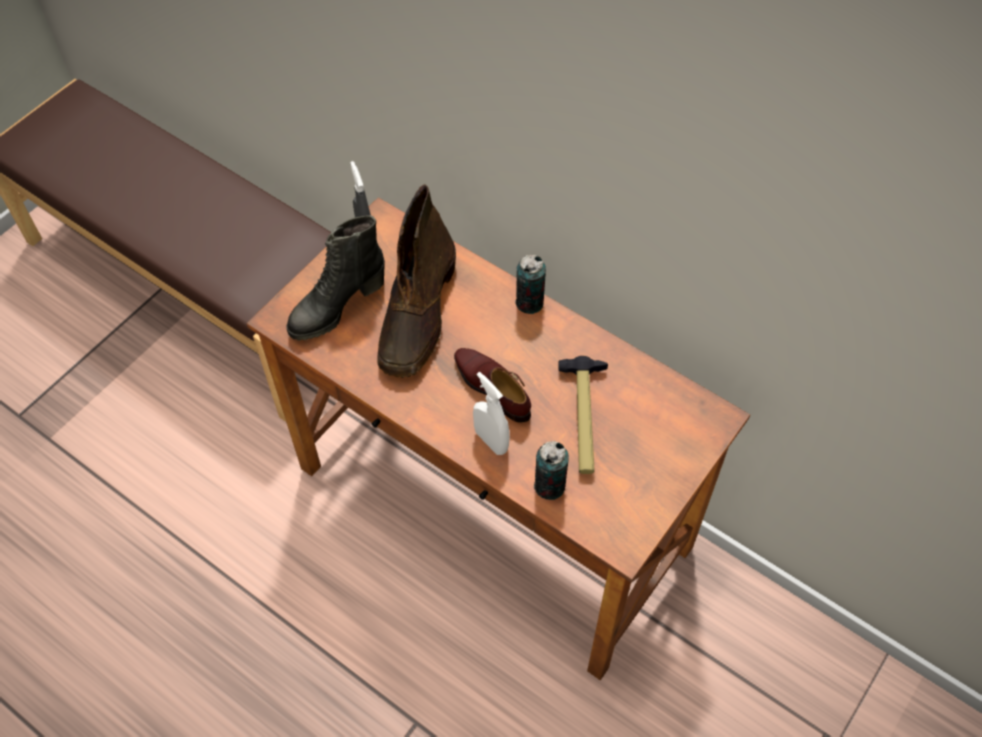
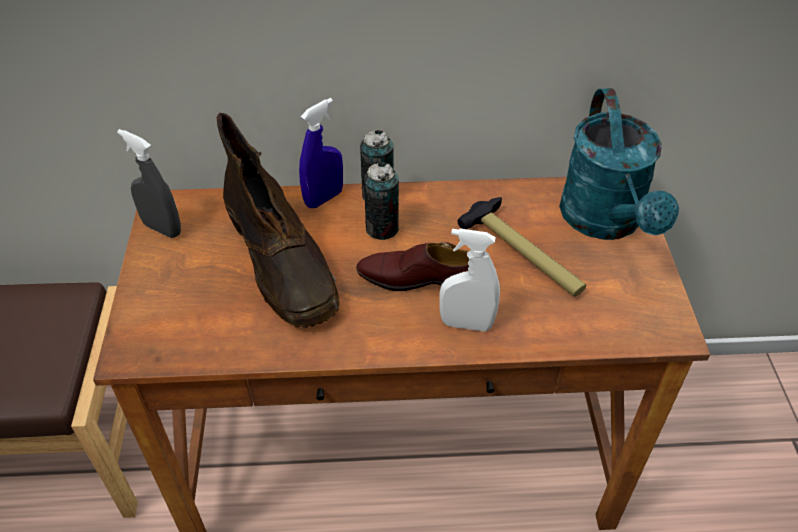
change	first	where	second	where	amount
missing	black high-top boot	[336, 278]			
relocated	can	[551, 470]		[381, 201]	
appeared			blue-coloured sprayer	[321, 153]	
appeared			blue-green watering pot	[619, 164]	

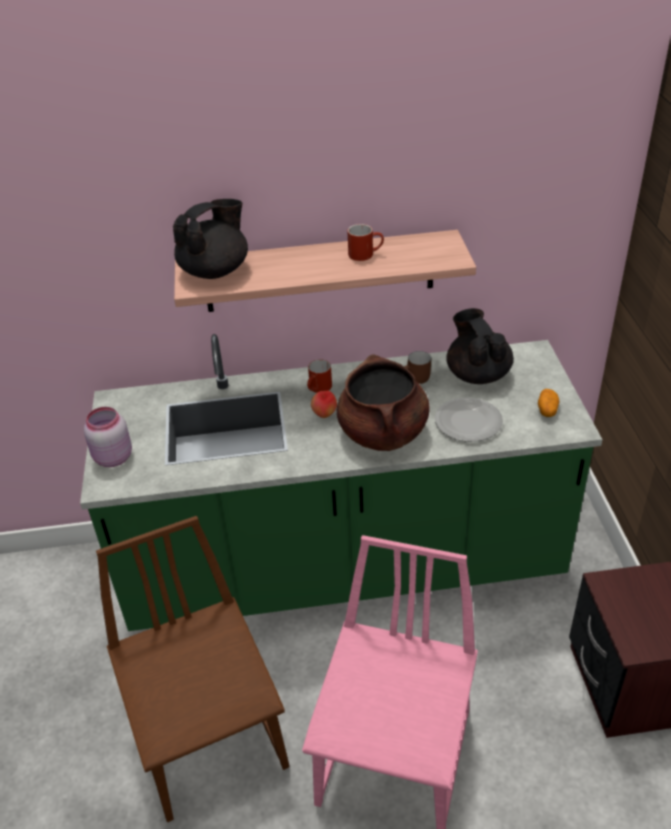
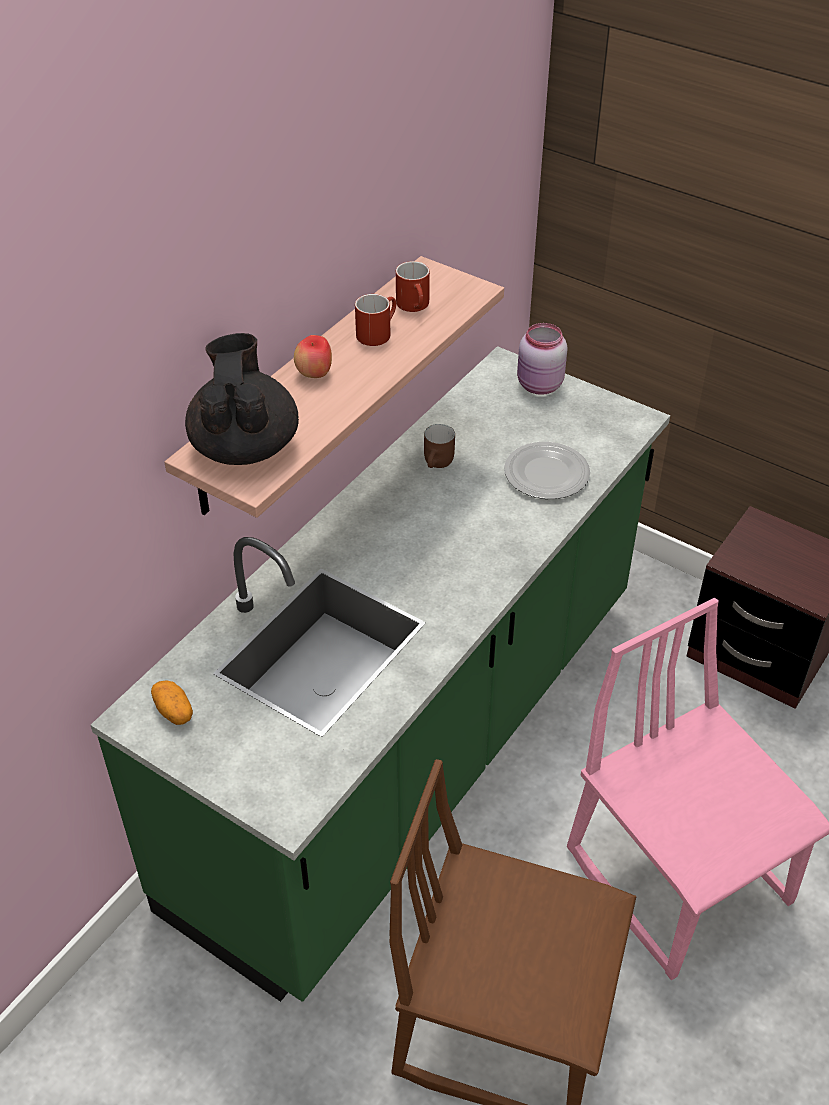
change	first	where	second	where	amount
relocated	pink-coloured jar	[108, 437]		[542, 359]	
relocated	red coffee mug	[319, 376]		[413, 286]	
relocated	apple	[324, 404]		[313, 356]	
missing	brown stockpot	[383, 402]			
missing	black pot for tea	[480, 346]			
relocated	spud	[549, 403]		[172, 702]	

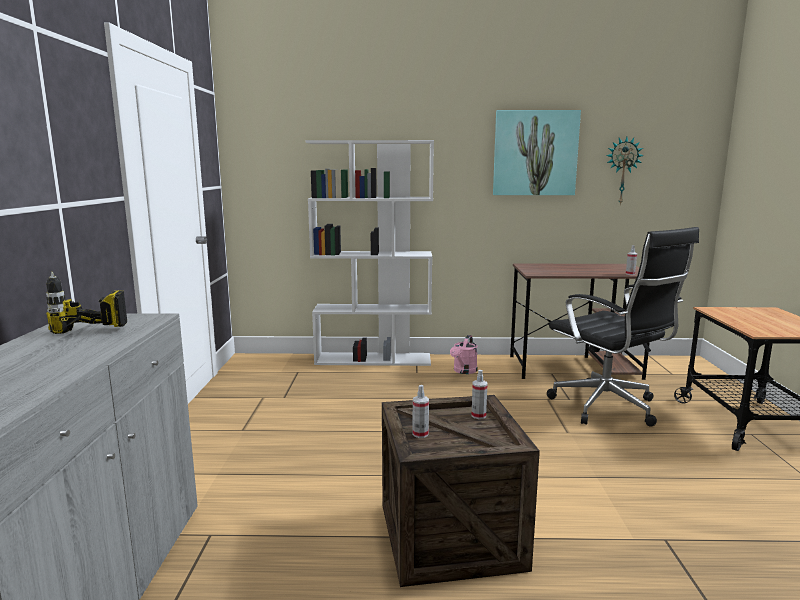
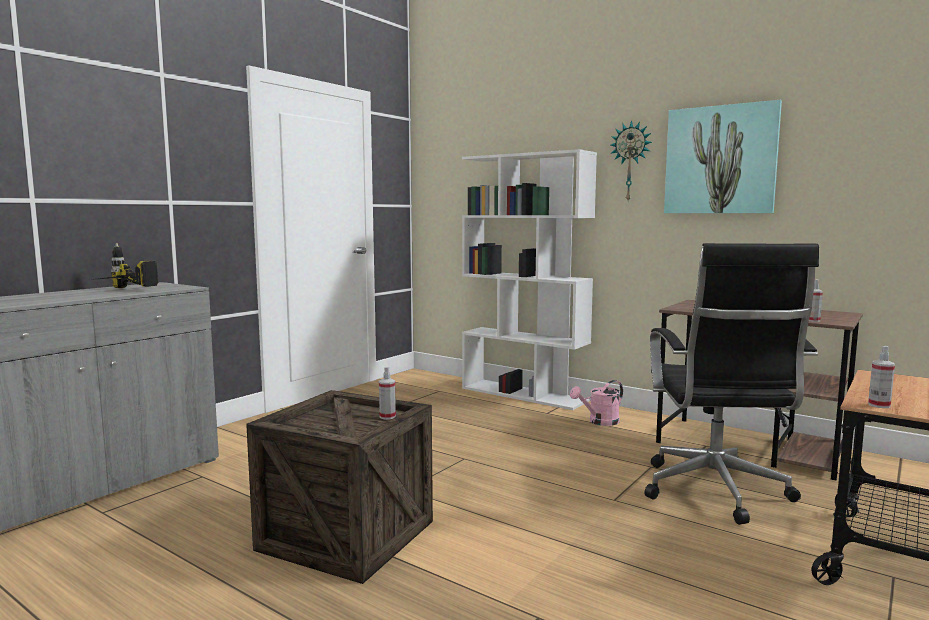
change	first	where	second	where	amount
relocated	sprayer	[420, 411]		[881, 377]	
relocated	hanging clock	[625, 171]		[631, 160]	

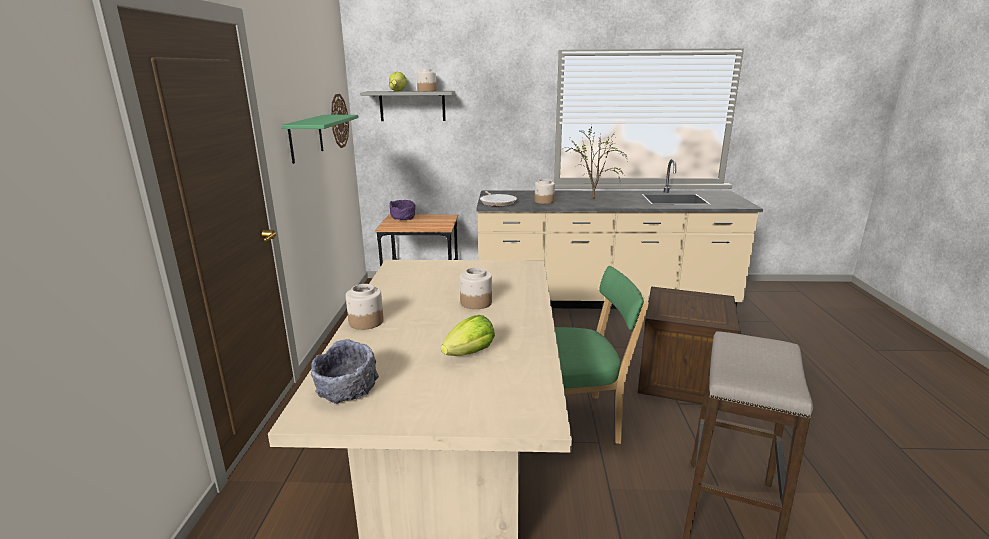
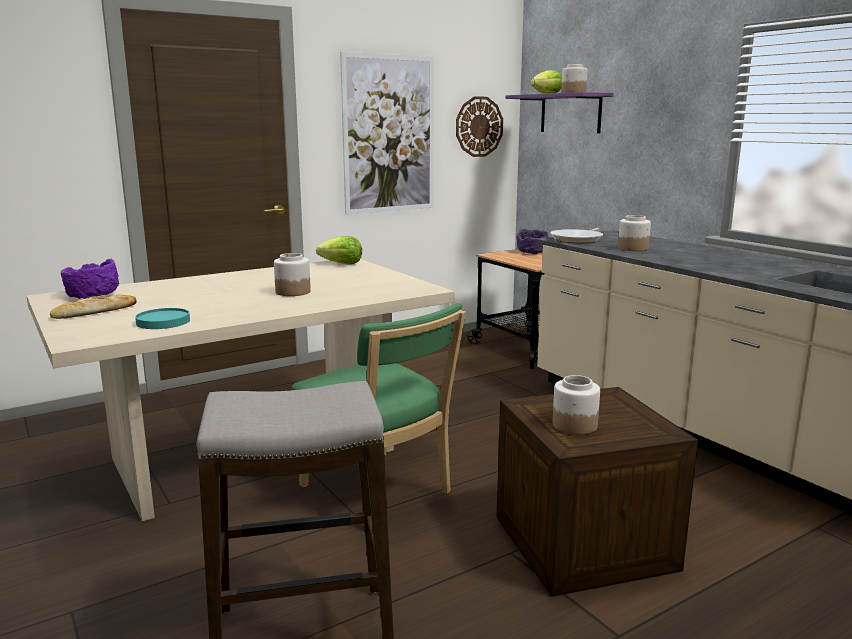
change	first	where	second	where	amount
exchanged	green-coloured shelf	[320, 139]	wall art	[387, 133]	
colour	gray deep dish	[345, 372]	purplish deep dish	[90, 279]	
relocated	jar	[365, 307]		[576, 405]	
colour	gray shelf	[407, 106]	purplish shelf	[560, 112]	
relocated	lettuce	[468, 335]		[339, 250]	
missing	houseplant	[596, 163]			
appeared			bakery bread	[93, 307]	
appeared			blue-green plate	[162, 318]	

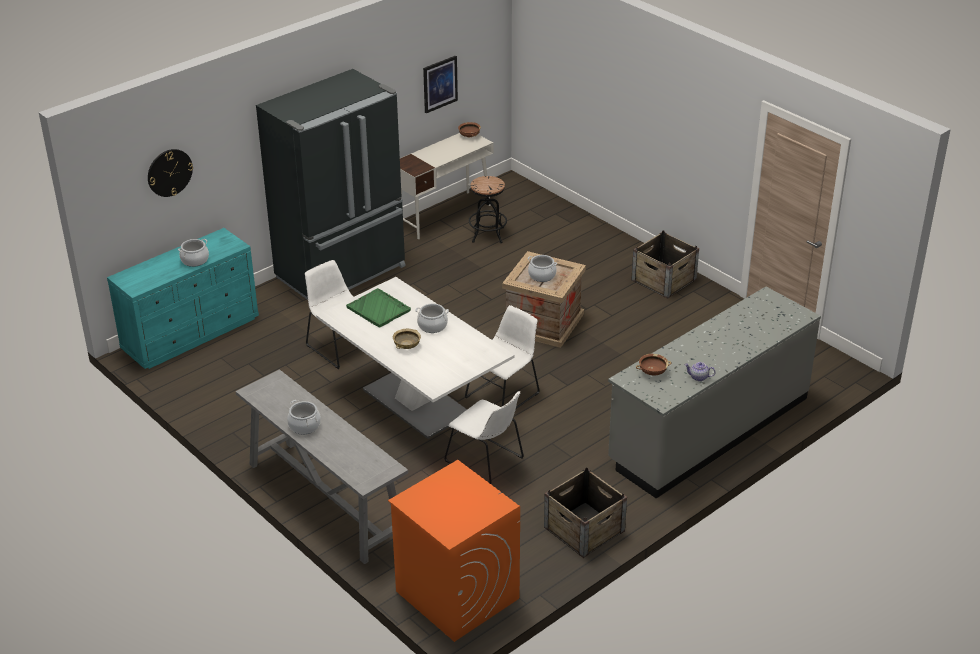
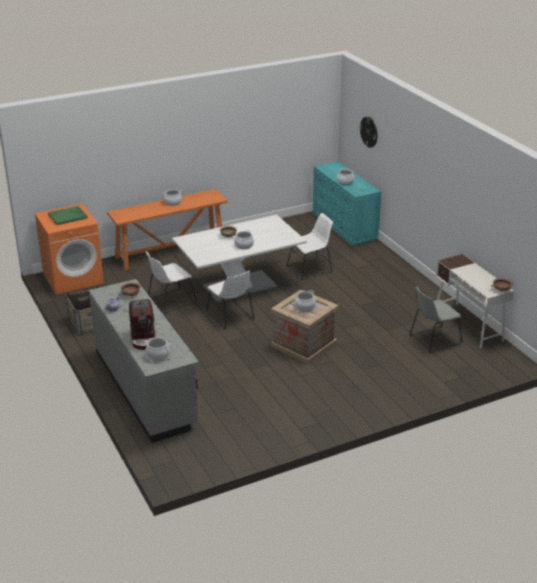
change	first	where	second	where	amount
colour	gray narrow table	[321, 466]	orangey narrow table	[167, 229]	
missing	black refrigerator	[331, 184]			
relocated	green-coloured carrying tray	[378, 308]		[68, 215]	
missing	wall art	[440, 84]			
exchanged	black stool	[488, 209]	gray upright chair	[436, 319]	
missing	shipping crate	[665, 264]			
appeared			coffee brewer	[142, 324]	
appeared			stockpot	[157, 349]	

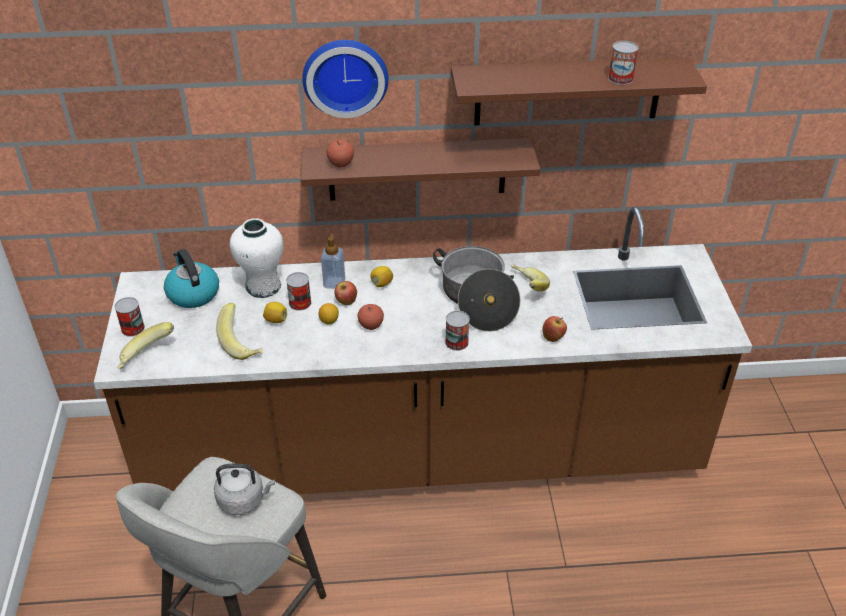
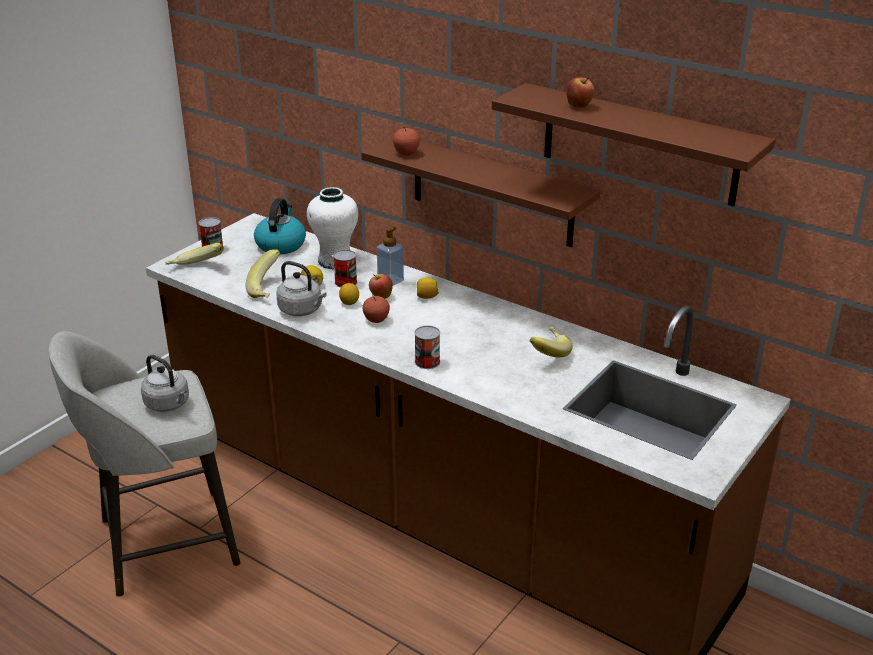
change	first	where	second	where	amount
missing	hanging clock	[345, 79]			
missing	stockpot	[476, 289]			
relocated	apple	[554, 329]		[580, 92]	
missing	can	[623, 63]			
appeared			gray kettle	[301, 288]	

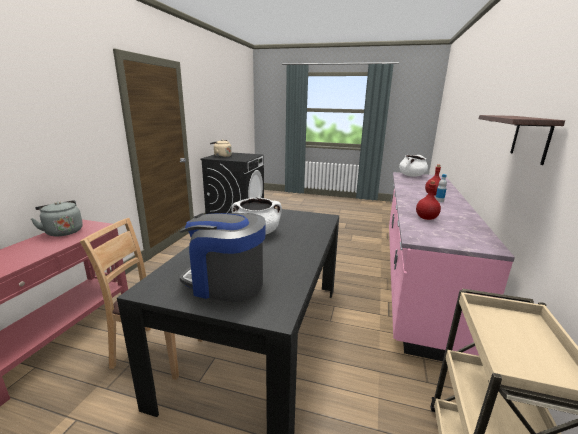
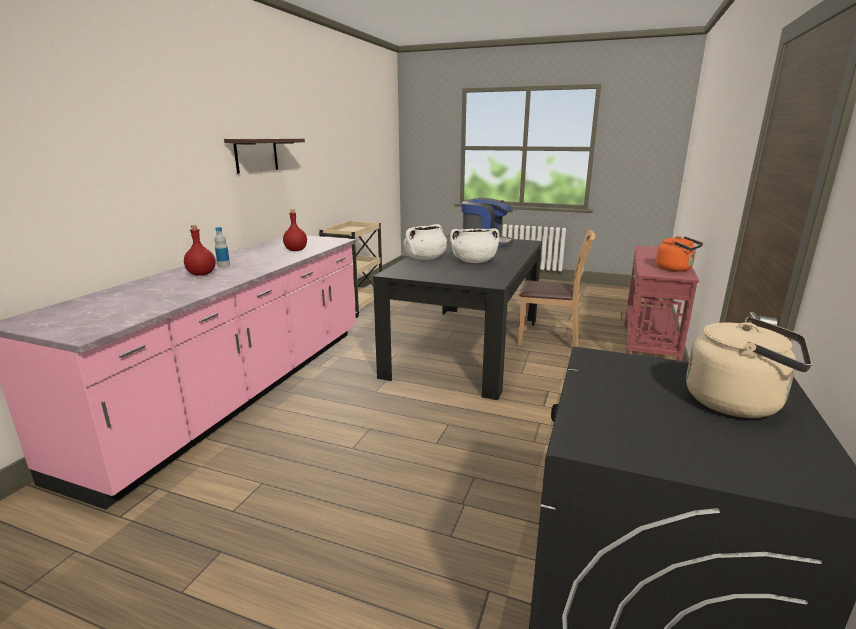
change	first	where	second	where	amount
colour	gray kettle	[57, 218]	orangey kettle	[679, 254]	
relocated	white-coloured stockpot	[413, 166]		[425, 242]	

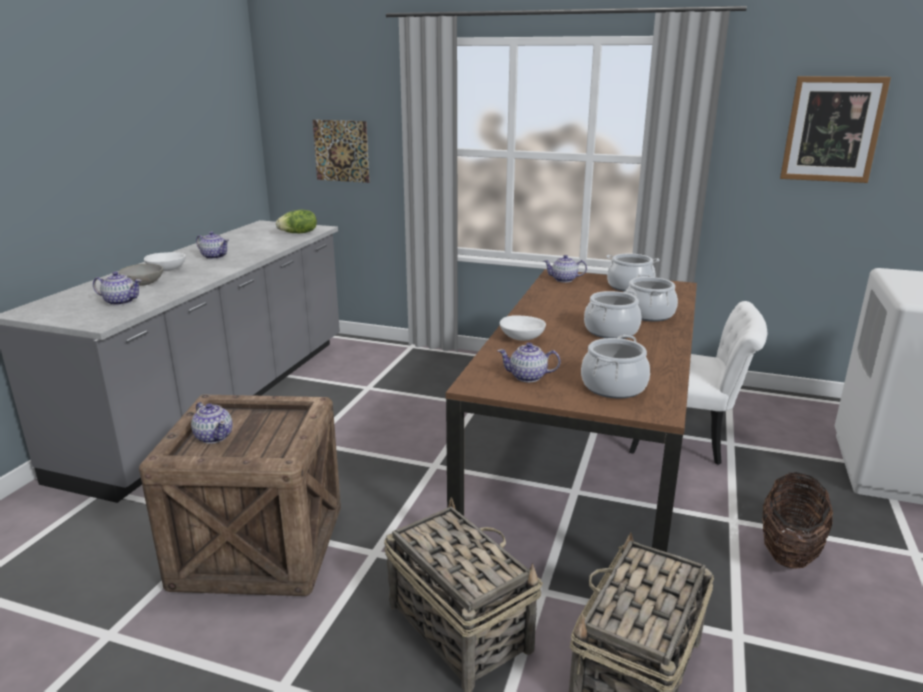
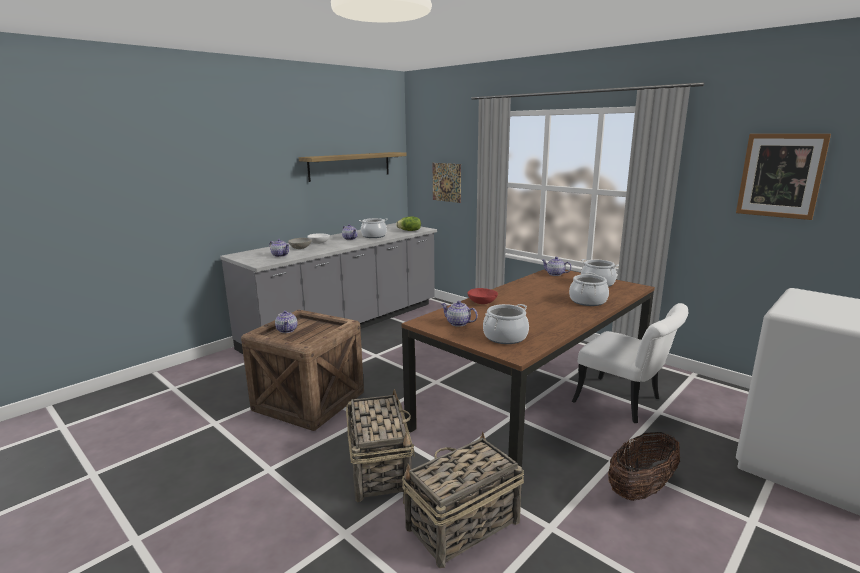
change	first	where	second	where	amount
colour	white-coloured deep dish	[523, 328]	red deep dish	[482, 296]	
relocated	stockpot	[612, 314]		[373, 228]	
appeared			shelf	[353, 167]	

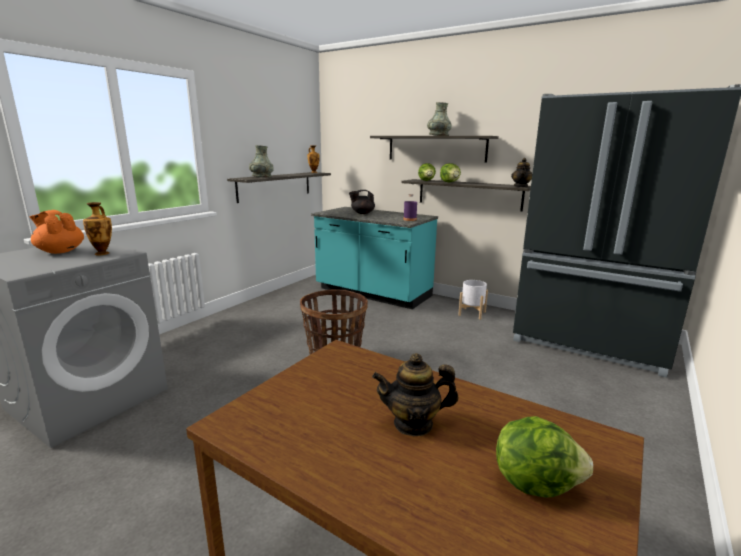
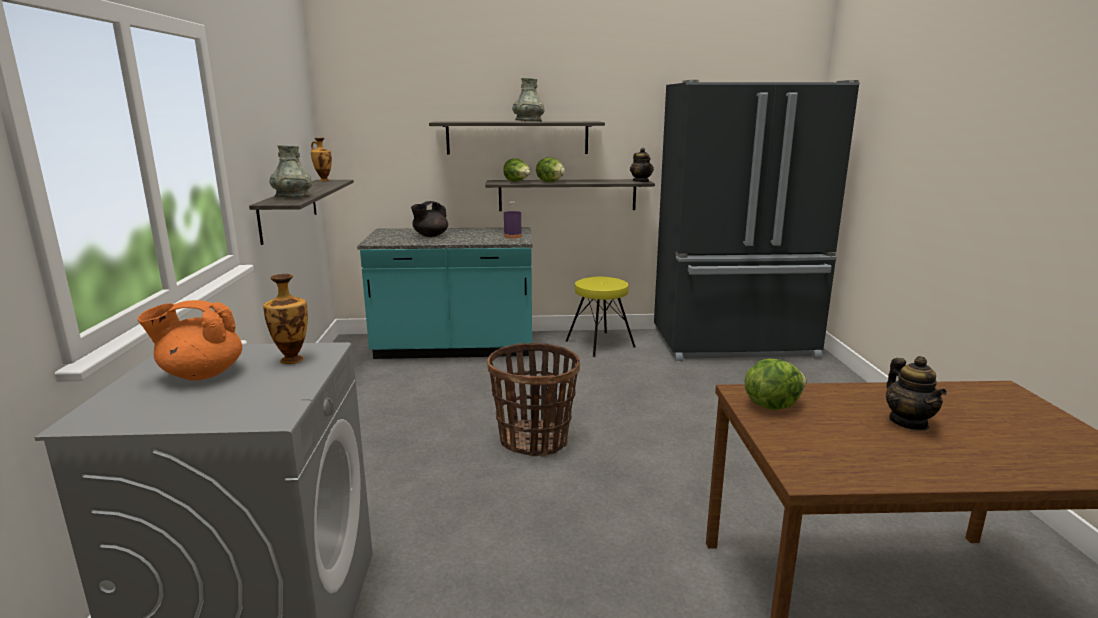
change	first	where	second	where	amount
spun	pot for tea	[415, 394]		[916, 393]	60 degrees counterclockwise
exchanged	white-coloured planter	[473, 300]	yellow stool	[601, 317]	
relocated	lettuce	[544, 457]		[776, 384]	

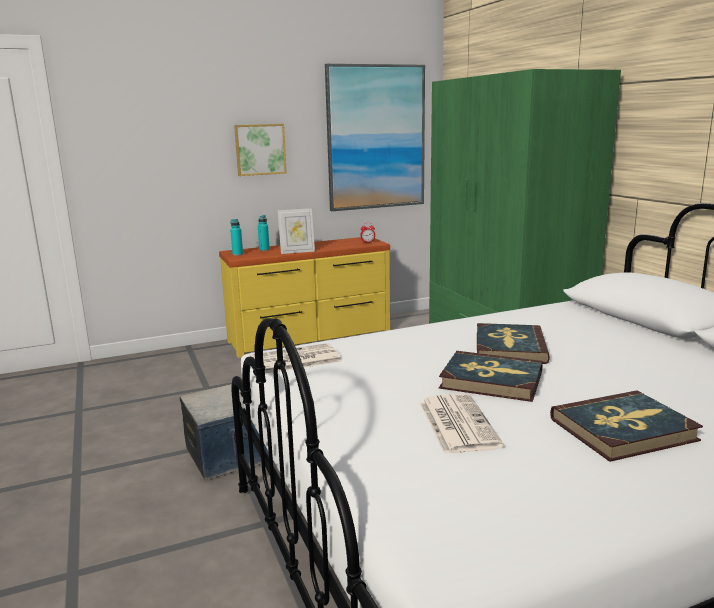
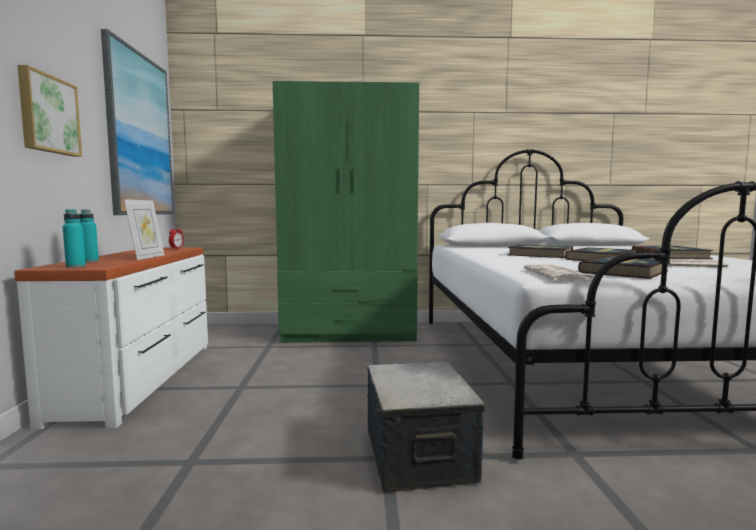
change	first	where	second	where	amount
colour	yellow chest of drawers	[304, 297]	white-coloured chest of drawers	[111, 338]	
appeared			book	[623, 267]	

